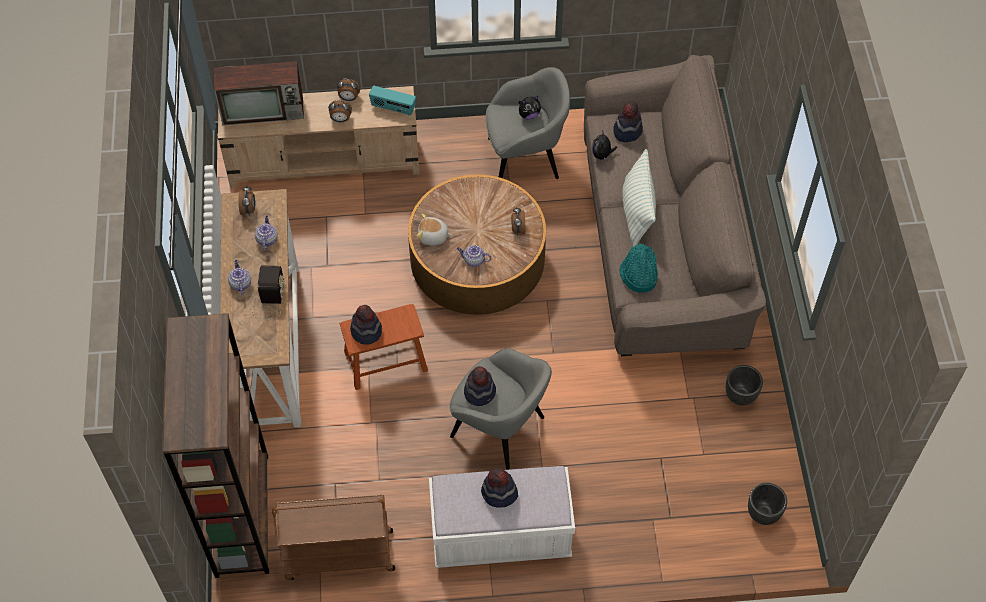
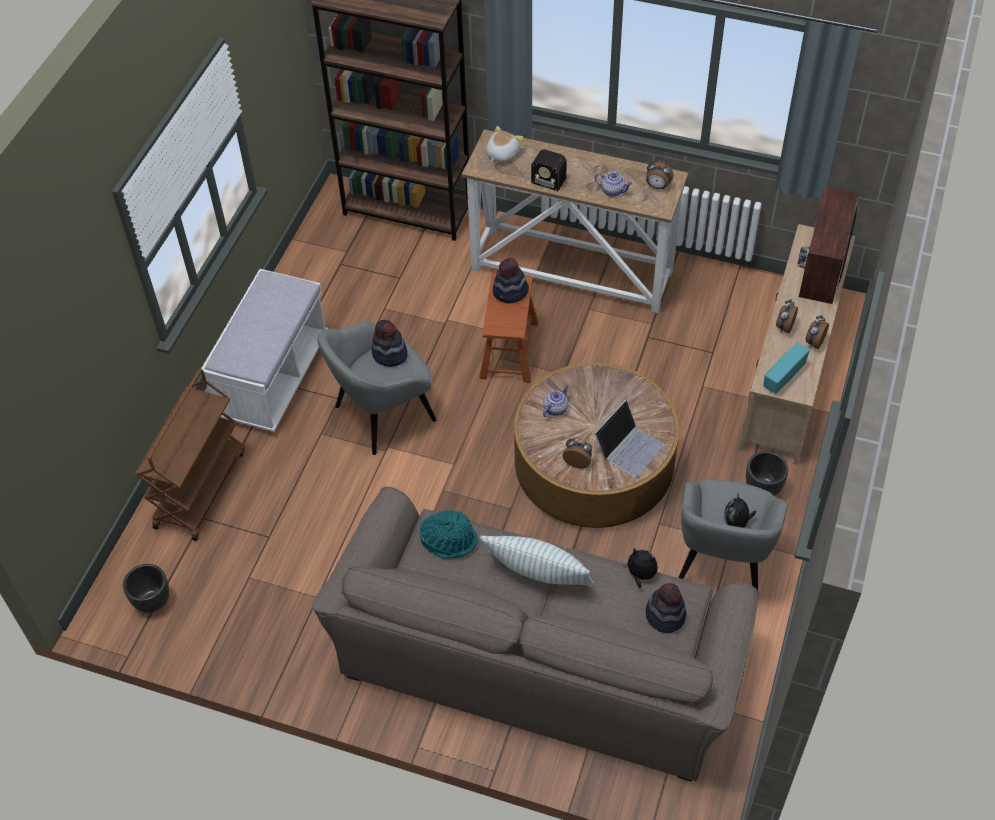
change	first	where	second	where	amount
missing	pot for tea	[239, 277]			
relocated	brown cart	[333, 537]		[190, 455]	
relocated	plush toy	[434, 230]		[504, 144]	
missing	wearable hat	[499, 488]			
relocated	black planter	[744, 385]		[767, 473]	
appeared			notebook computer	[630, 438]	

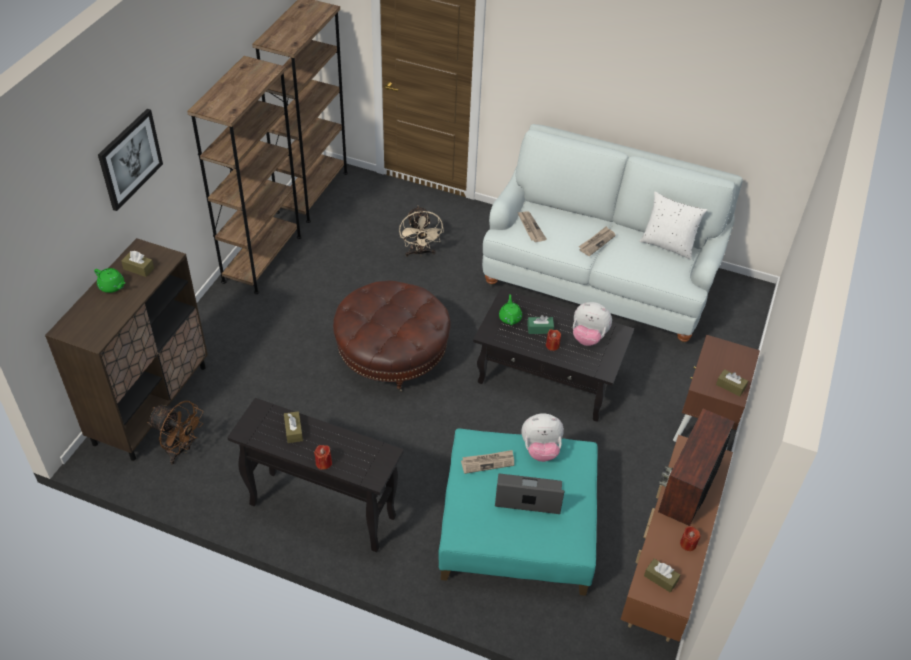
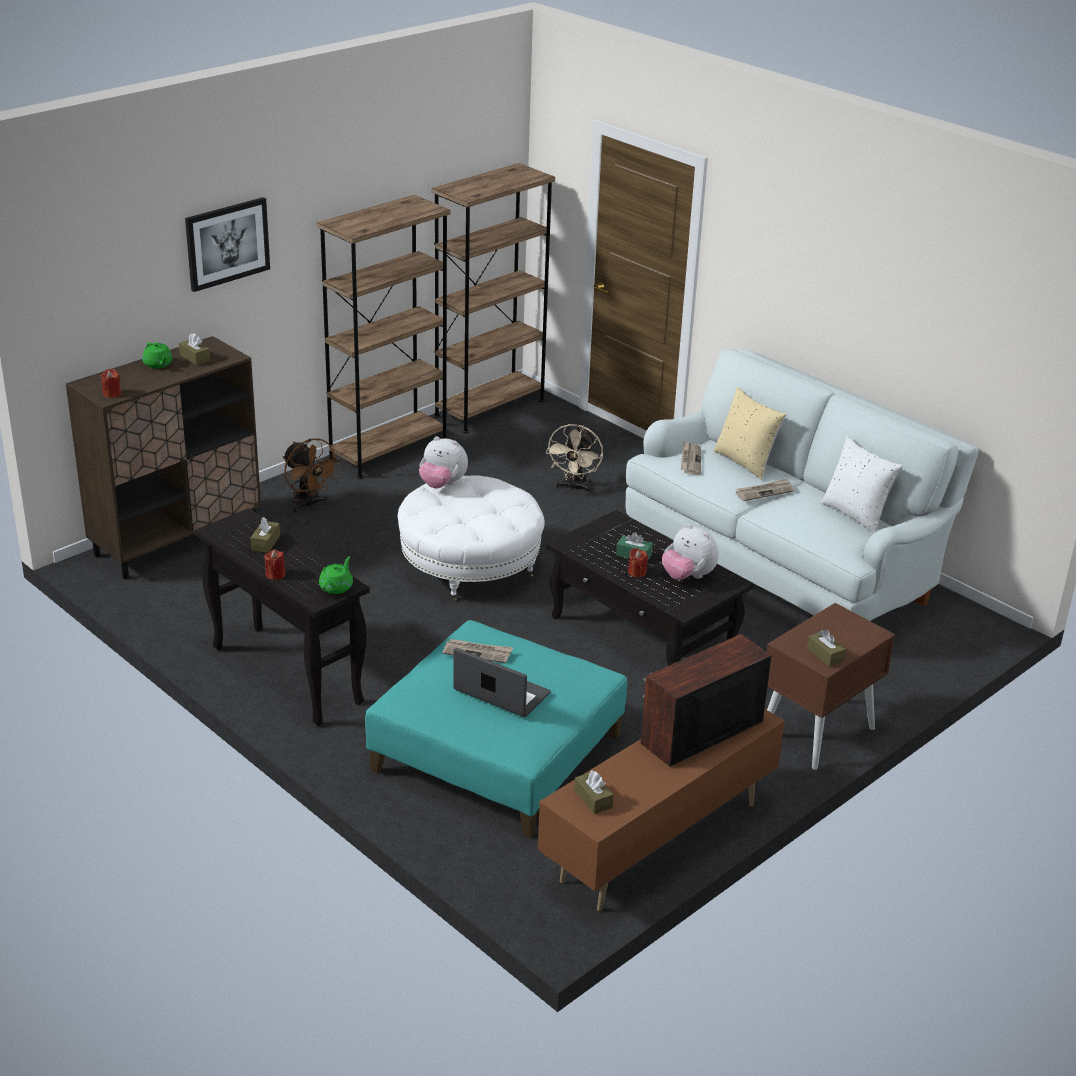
change	first	where	second	where	amount
relocated	brown fan	[175, 433]		[312, 475]	
colour	brown footrest	[392, 336]	white-coloured footrest	[471, 538]	
relocated	green-coloured pot for tea	[510, 309]		[336, 575]	
relocated	plush toy	[542, 437]		[443, 462]	
relocated	red candle	[690, 538]		[111, 383]	
appeared			sand-coloured throw pillow	[749, 433]	

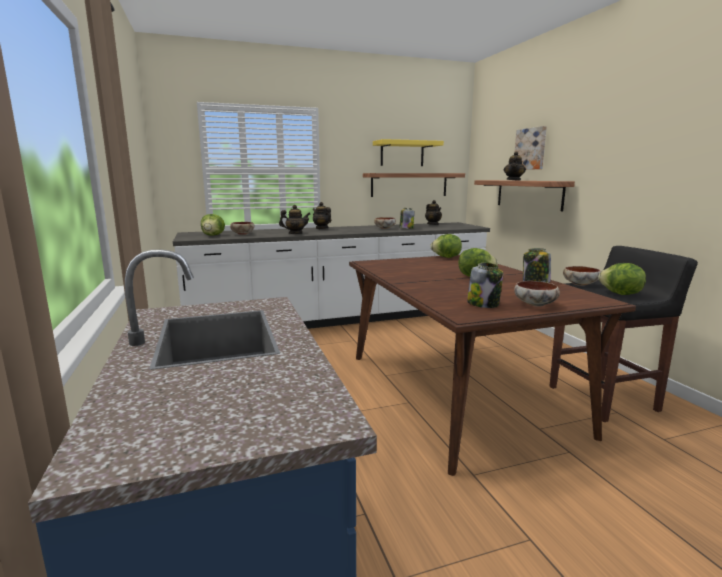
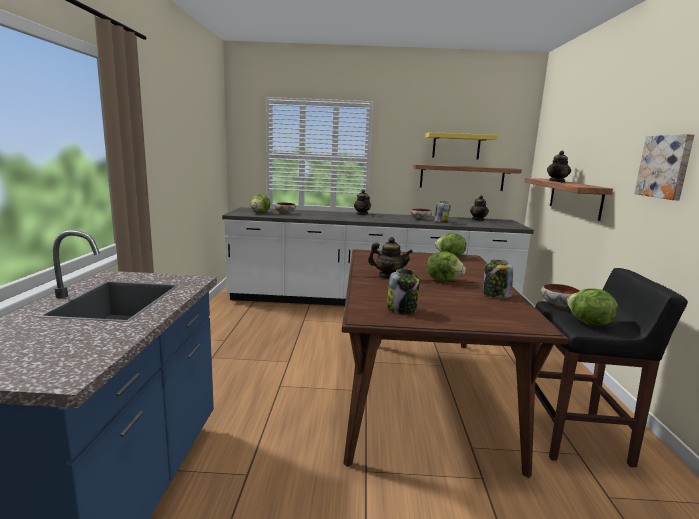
change	first	where	second	where	amount
relocated	pot for tea	[294, 219]		[390, 257]	
missing	deep dish	[537, 294]			
relocated	wall art	[531, 148]		[664, 167]	

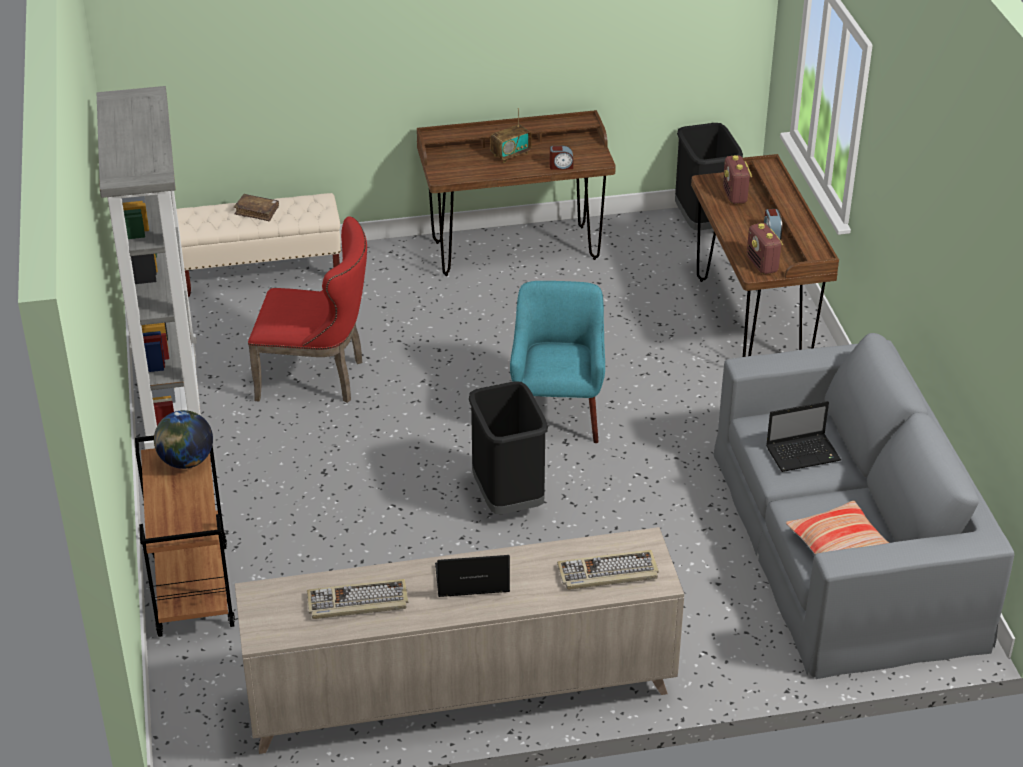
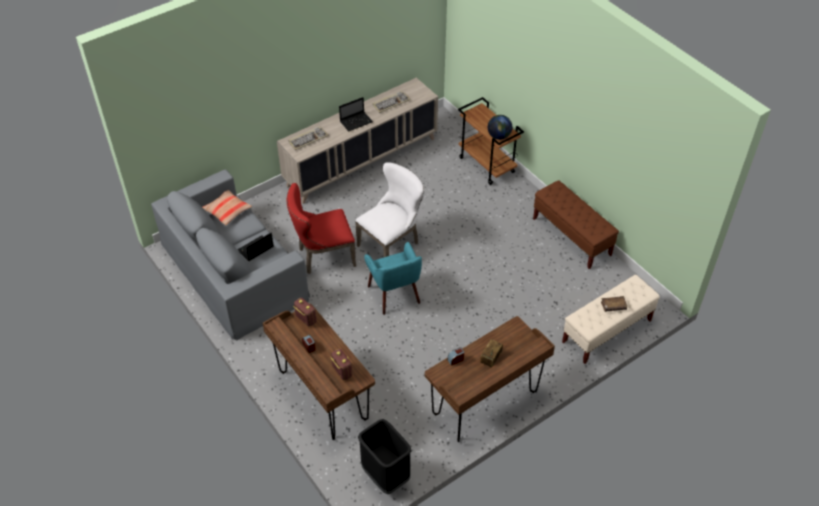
change	first	where	second	where	amount
exchanged	gray bookshelf	[149, 267]	brown indoor bench	[576, 224]	
relocated	red upright chair	[307, 309]		[321, 228]	
exchanged	black trash can	[508, 447]	white-coloured upright chair	[390, 209]	

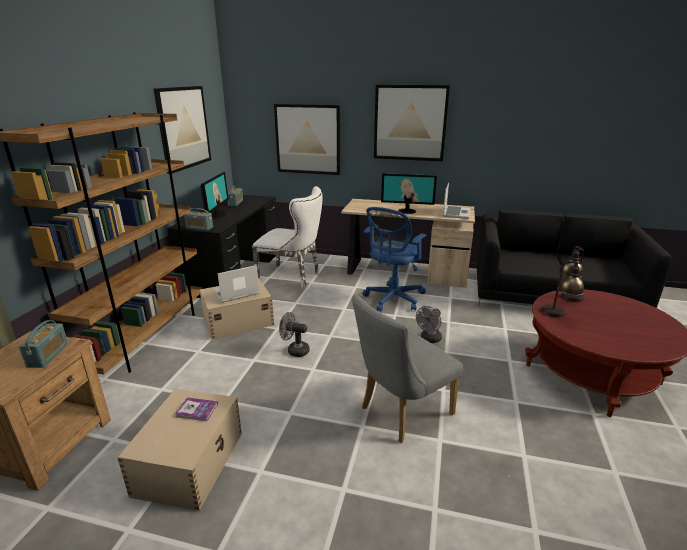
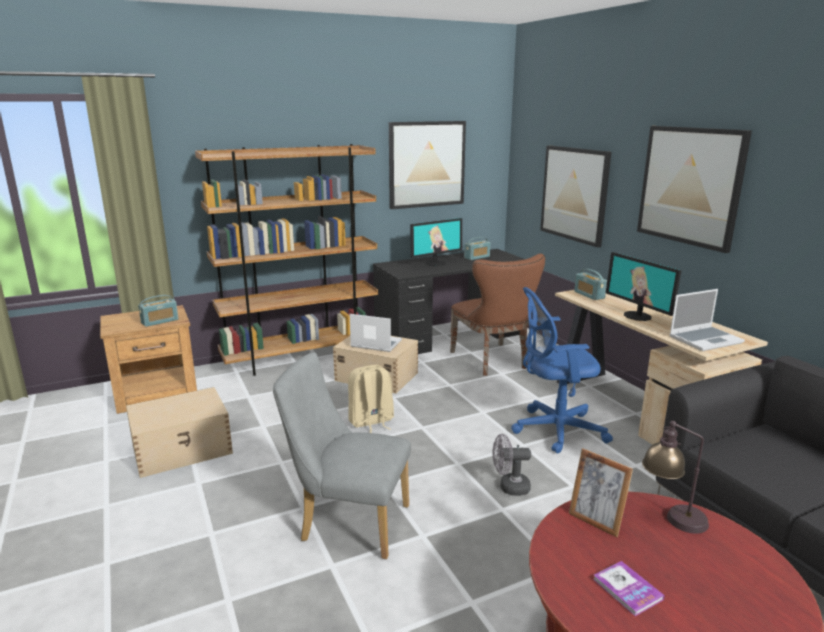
change	first	where	second	where	amount
relocated	book	[196, 409]		[629, 588]	
relocated	radio	[198, 219]		[590, 284]	
colour	white-coloured upright chair	[287, 237]	brown upright chair	[497, 315]	
exchanged	gray fan	[294, 334]	sand-coloured knapsack	[371, 399]	
exchanged	lamp for a table	[563, 289]	standing frame	[601, 492]	

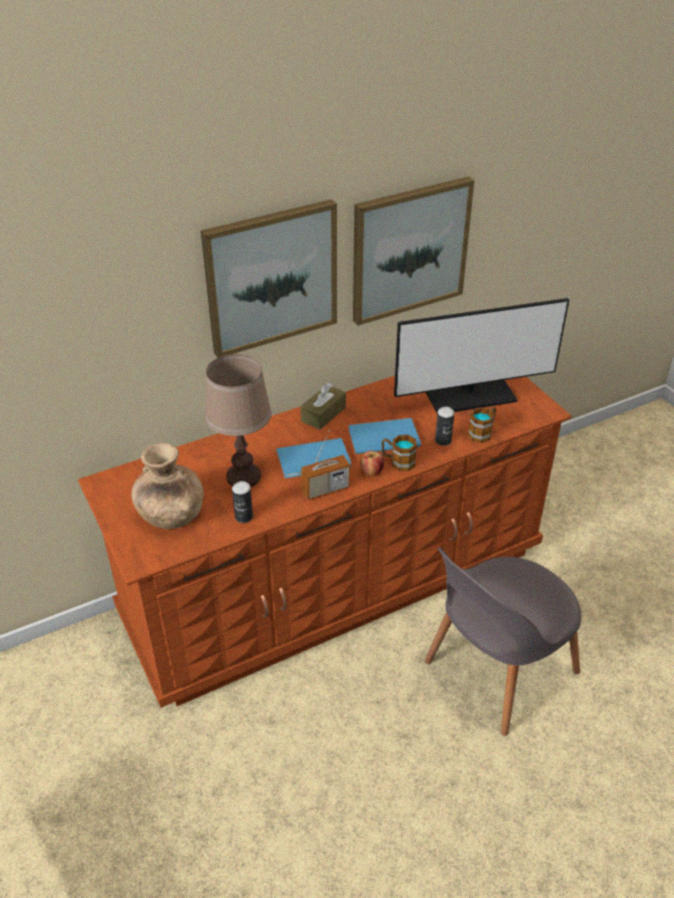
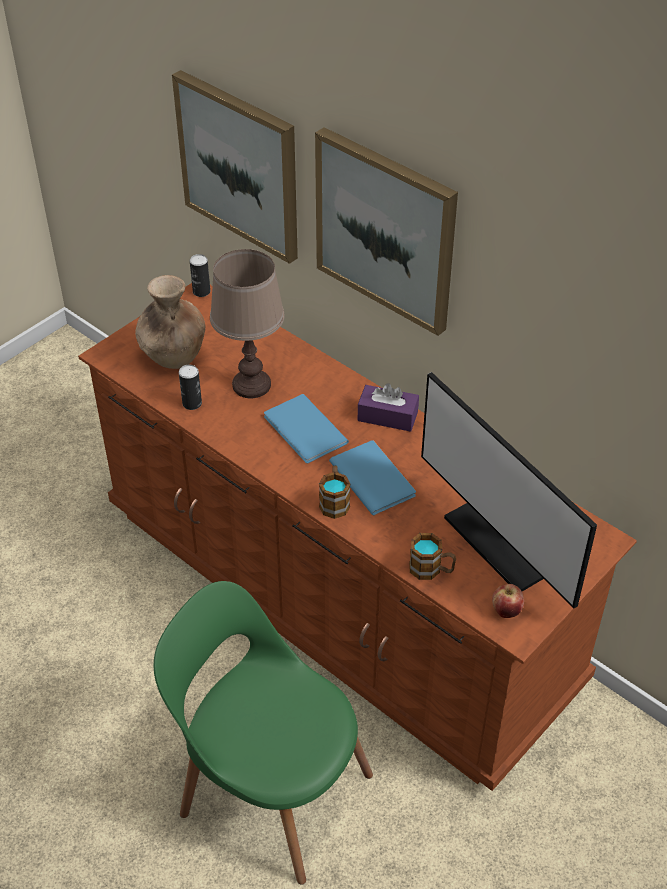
change	first	where	second	where	amount
colour	brown tissue holder	[323, 406]	purplish tissue holder	[388, 407]	
missing	radio	[325, 465]			
relocated	wall art	[413, 251]		[235, 167]	
relocated	apple	[372, 463]		[508, 601]	
colour	gray upright chair	[503, 641]	green-coloured upright chair	[263, 733]	
relocated	can	[444, 426]		[200, 275]	

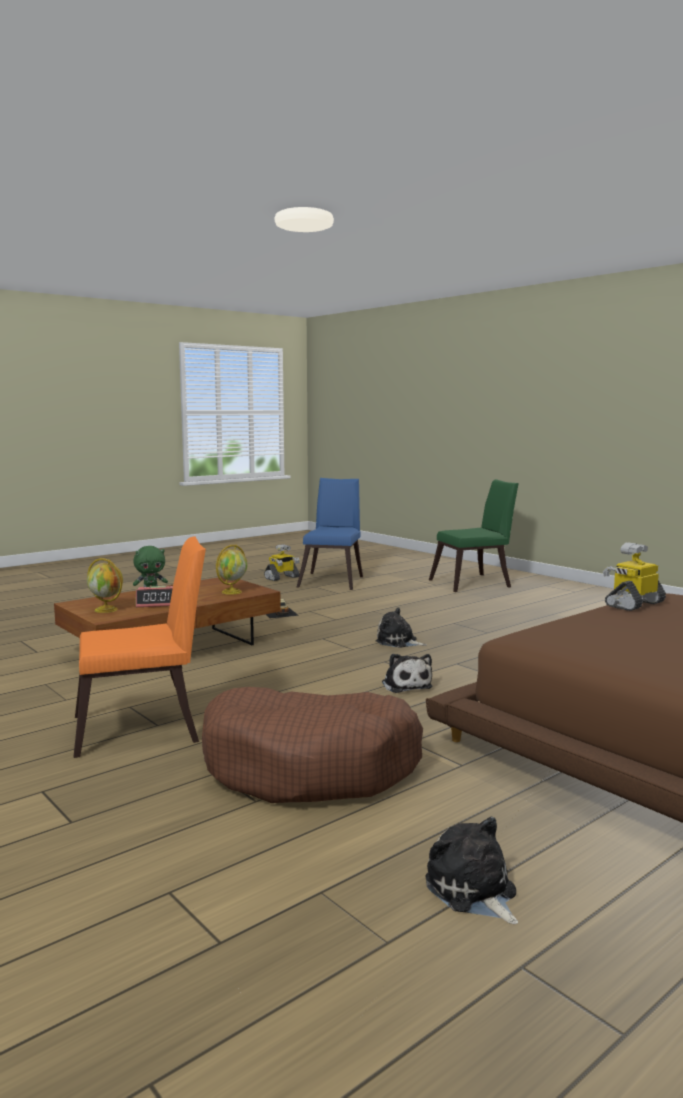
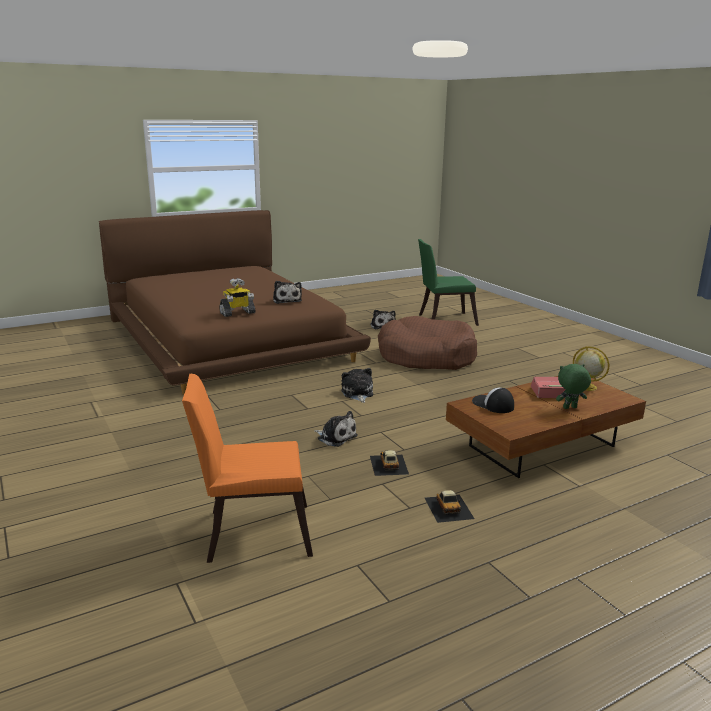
change	first	where	second	where	amount
relocated	orangey upright chair	[140, 647]		[247, 468]	
exchanged	desk globe	[232, 570]	peaked cap	[493, 400]	
missing	model robot	[282, 562]			
missing	blue-coloured upright chair	[330, 534]			
relocated	green-coloured upright chair	[474, 535]		[448, 282]	
appeared			plush toy	[287, 292]	
appeared			miniature car	[389, 463]	

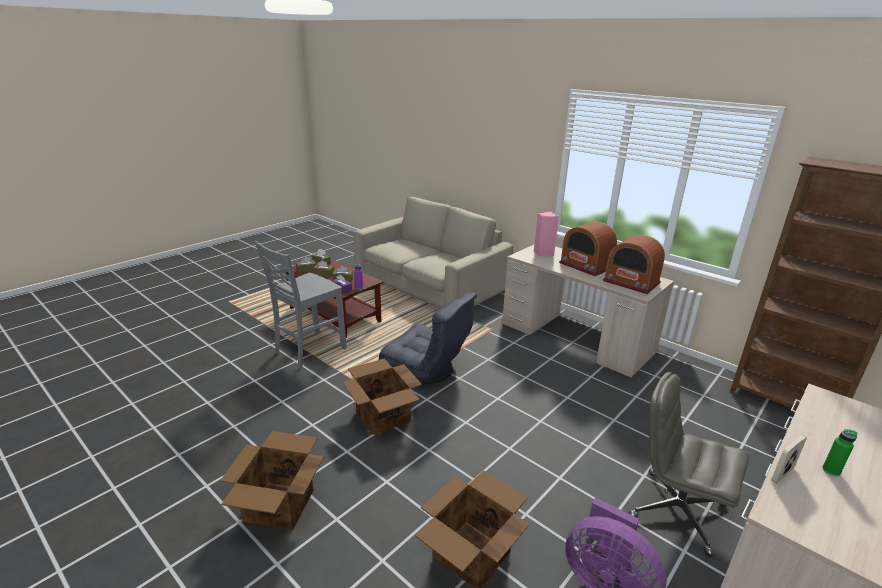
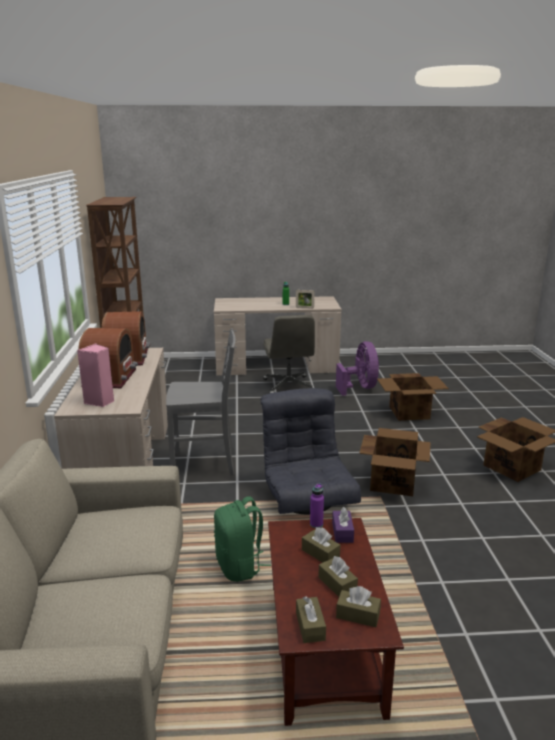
change	first	where	second	where	amount
relocated	gray upright chair	[301, 305]		[201, 402]	
appeared			green-coloured knapsack	[242, 539]	

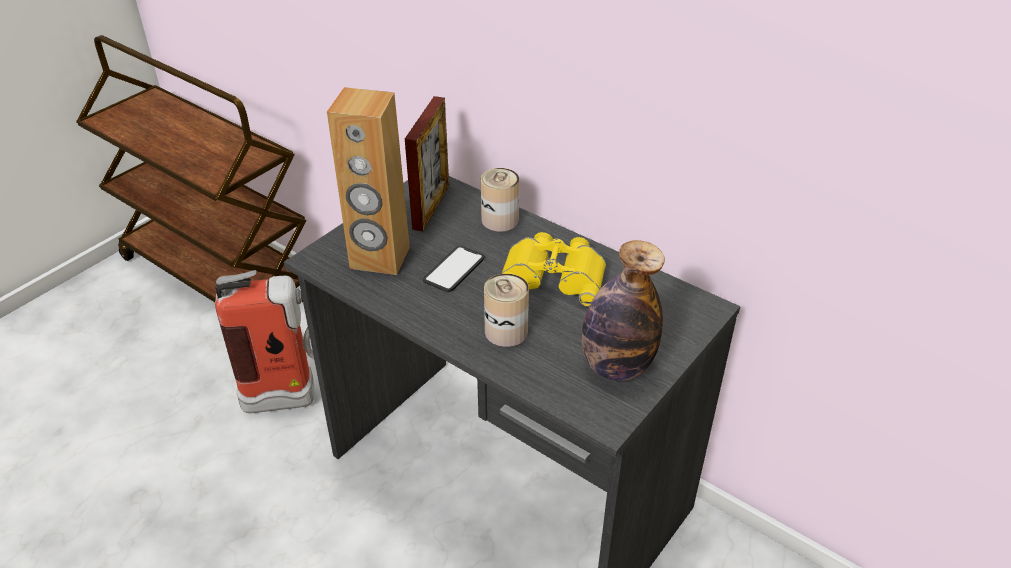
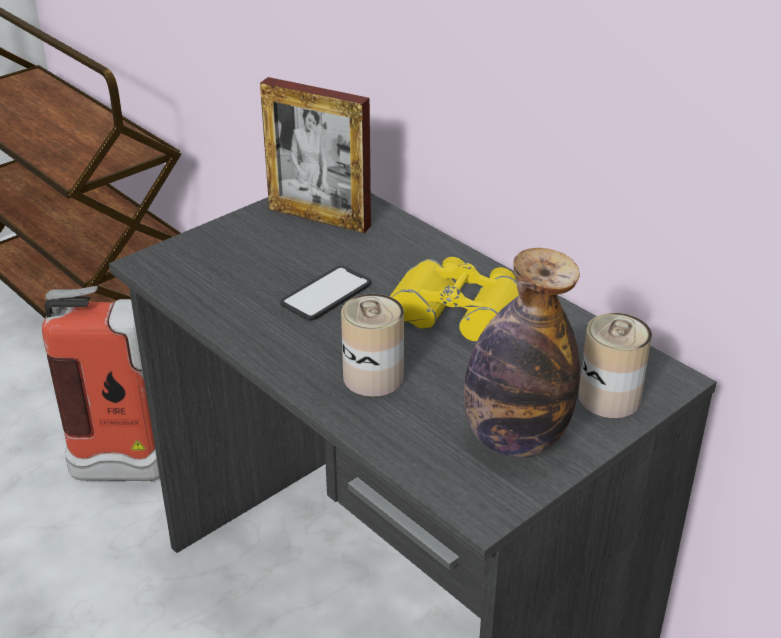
change	first	where	second	where	amount
missing	brown speaker	[368, 181]			
spun	standing frame	[427, 163]		[315, 155]	90 degrees clockwise
relocated	can	[500, 200]		[615, 365]	

